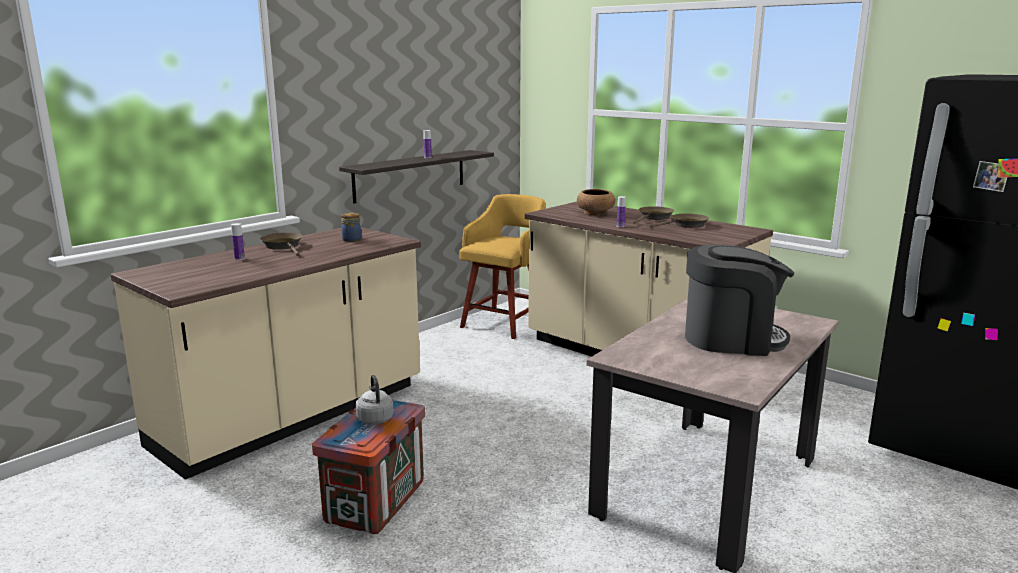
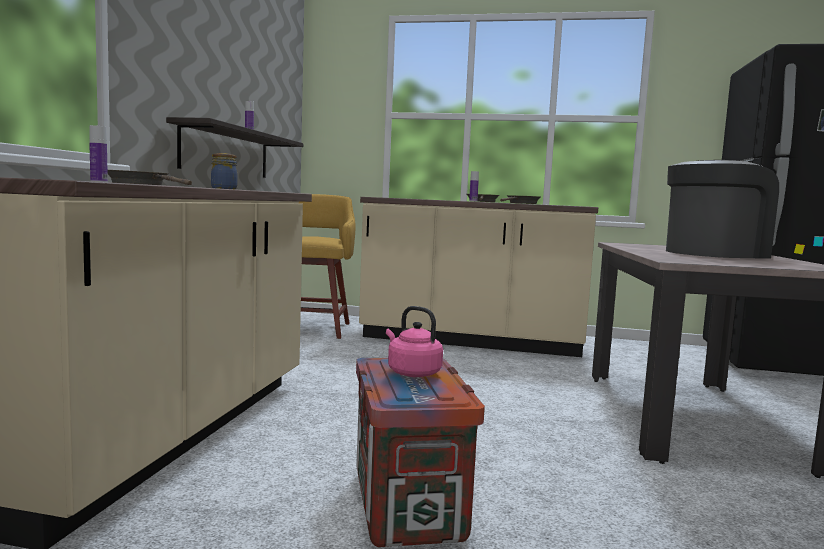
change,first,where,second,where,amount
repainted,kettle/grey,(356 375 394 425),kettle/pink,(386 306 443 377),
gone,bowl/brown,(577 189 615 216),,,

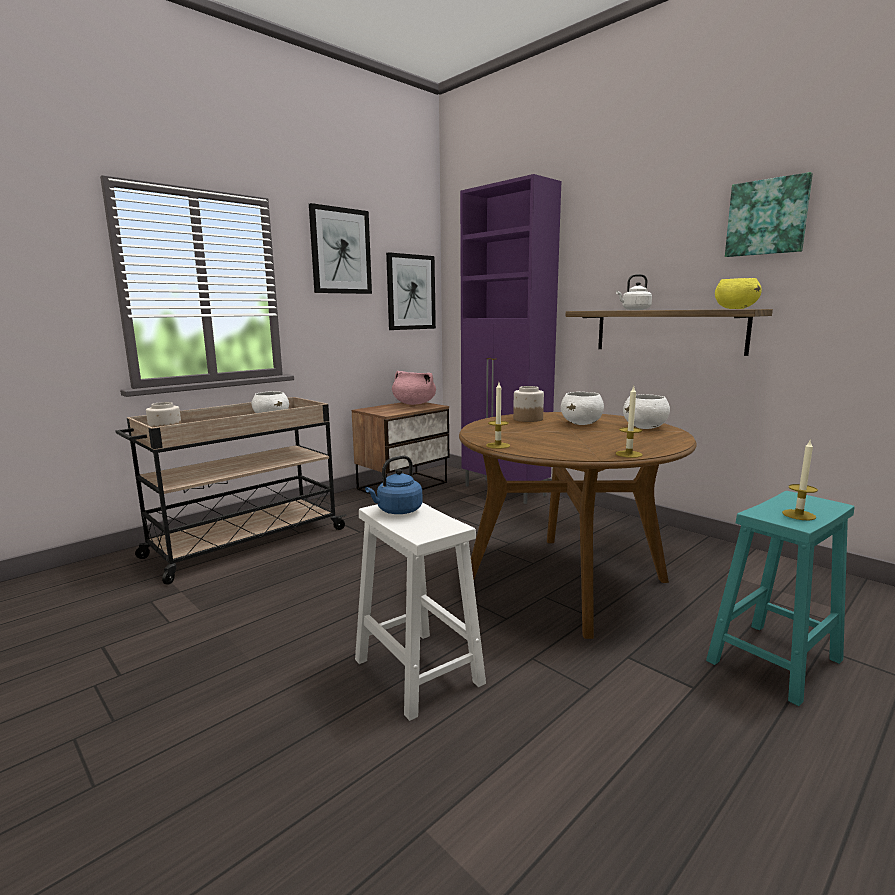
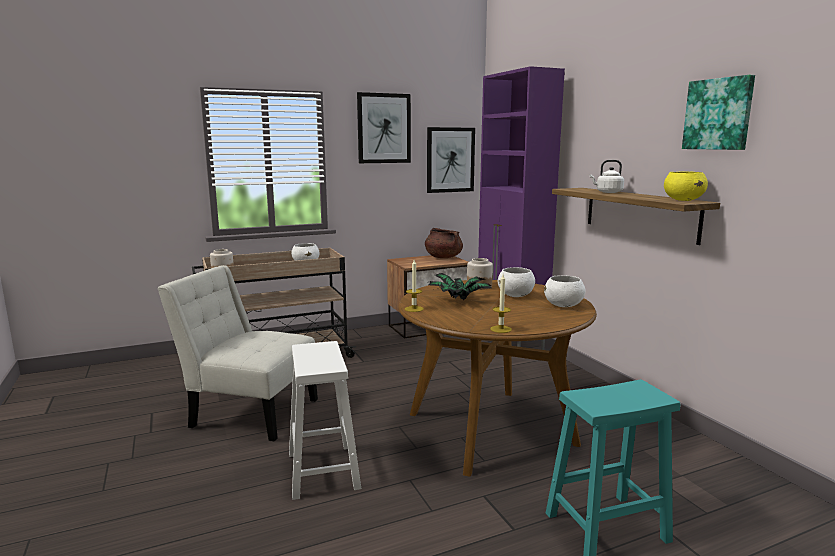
change,first,where,second,where,amount
new,,,chair/white,(157 265 318 441),
repainted,cooking pot/pink,(392 371 436 405),cooking pot/brown,(425 228 463 258),
new,,,potted plant,(429 273 492 300),
gone,kettle/blue,(365 455 423 514),,,
gone,candle,(782 440 818 520),,,

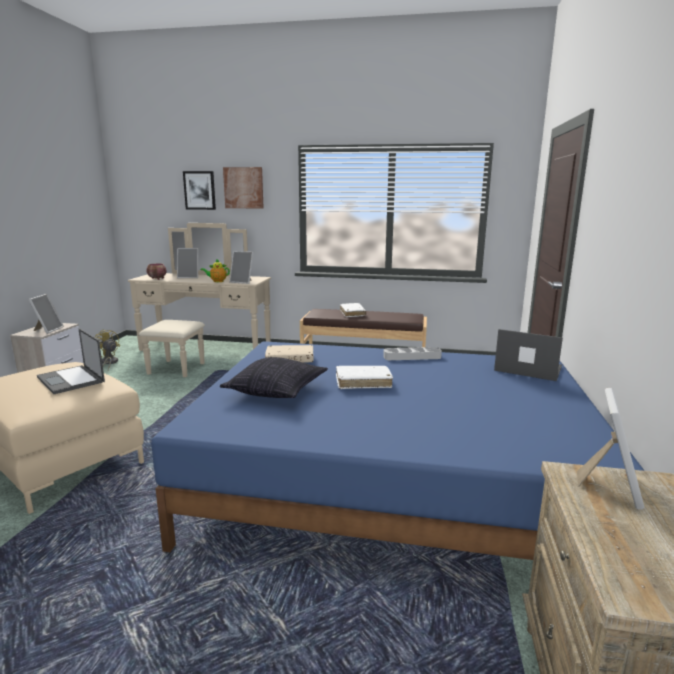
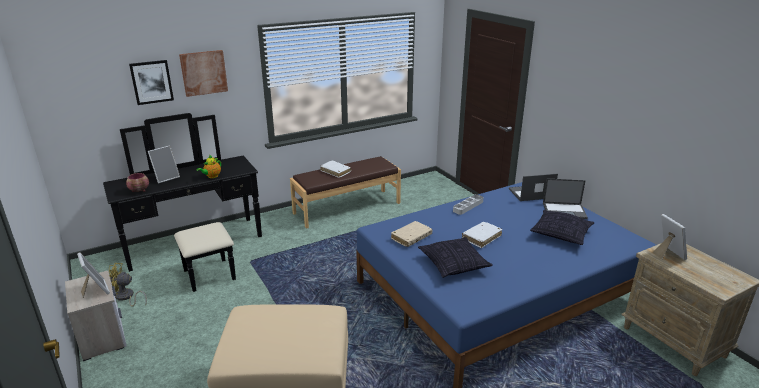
change,first,where,second,where,amount
repainted,dresser/beige,(128 223 271 377),dresser/black,(103 113 262 292),
new,,,pillow,(530 210 594 245),
shifted,laptop,(37 328 105 394),,(543 179 588 219),
gone,picture frame,(229 251 253 284),,,

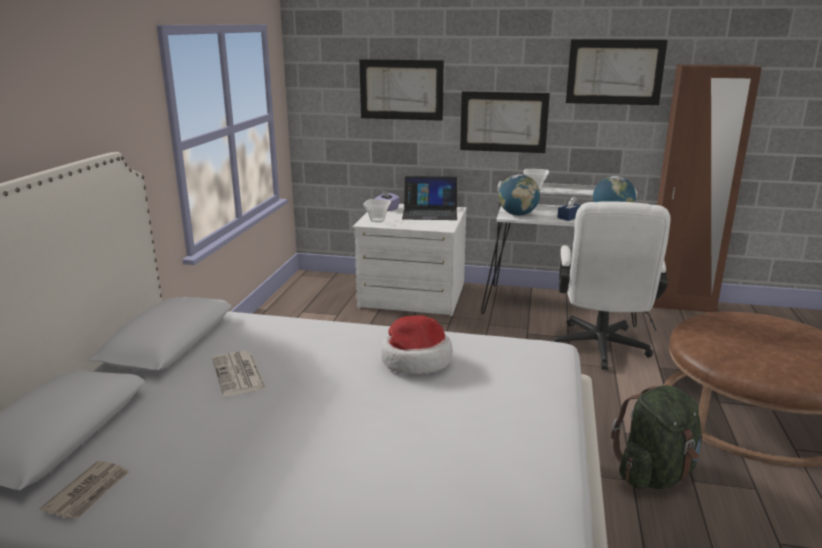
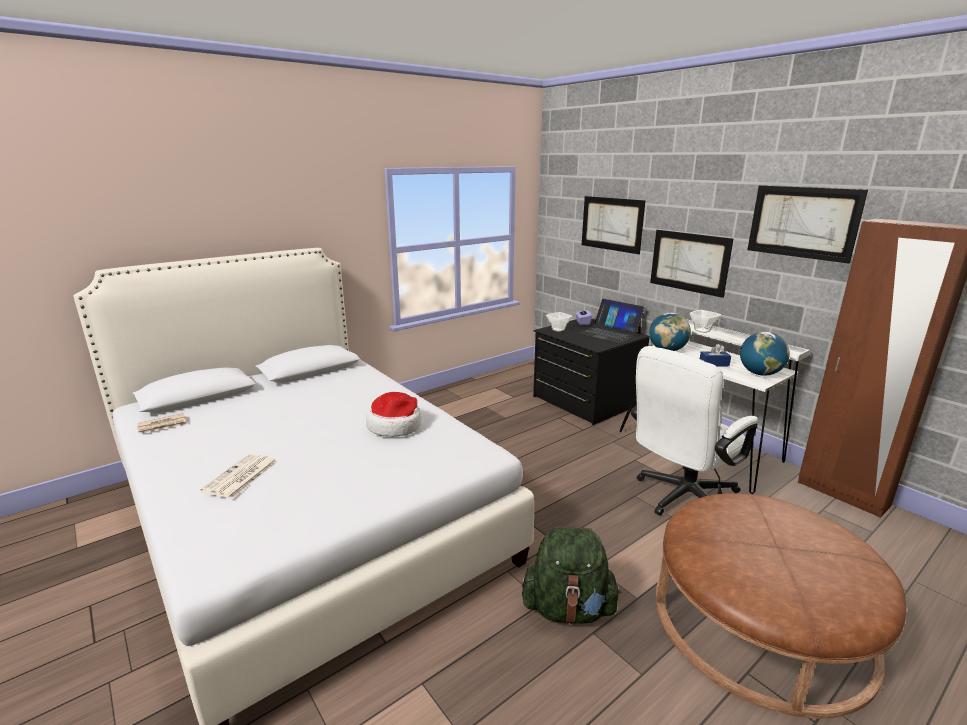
change,first,where,second,where,amount
shifted,newspaper,(212 351 267 396),,(200 454 277 499),
repainted,dresser/white,(353 204 467 316),dresser/black,(533 319 650 425),

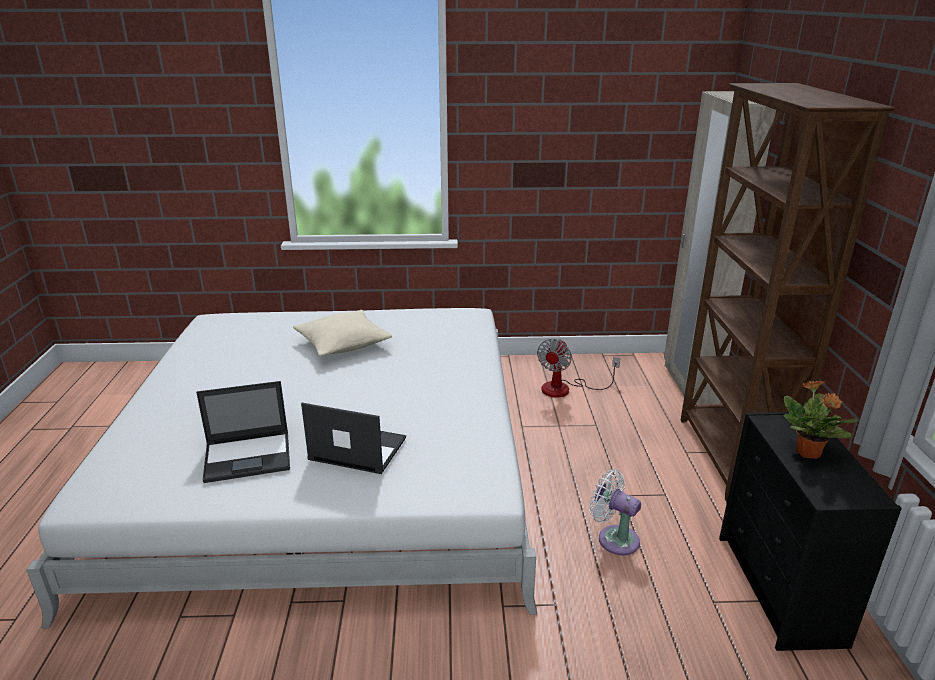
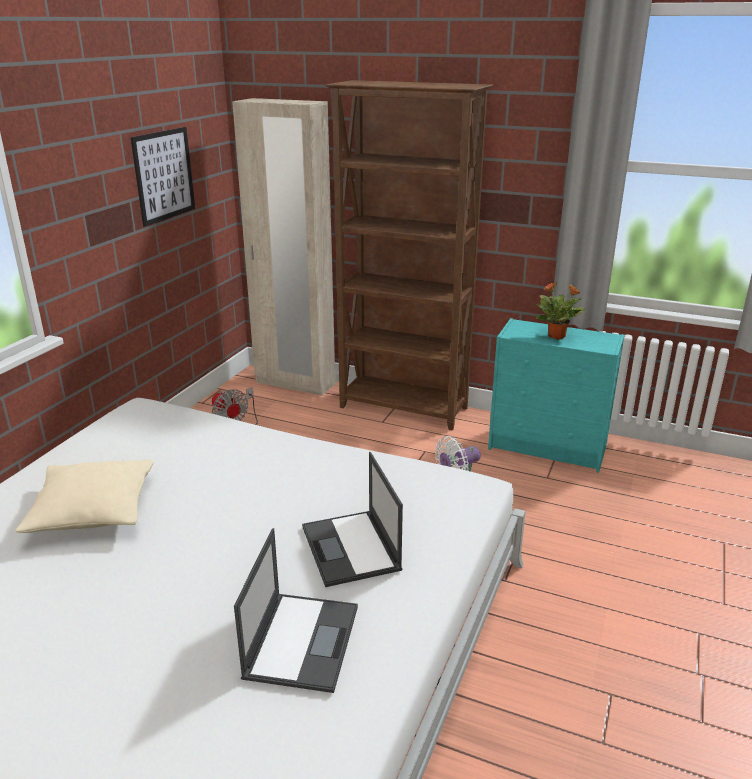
change,first,where,second,where,amount
new,,,picture,(131 127 195 227),
rotated,laptop,(301 403 406 474),,(302 452 403 587),60 degrees counterclockwise
repainted,dresser/black,(719 412 902 651),dresser/turquoise,(488 318 624 473),

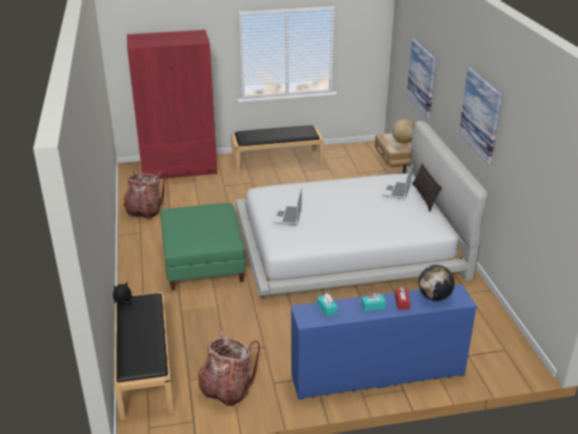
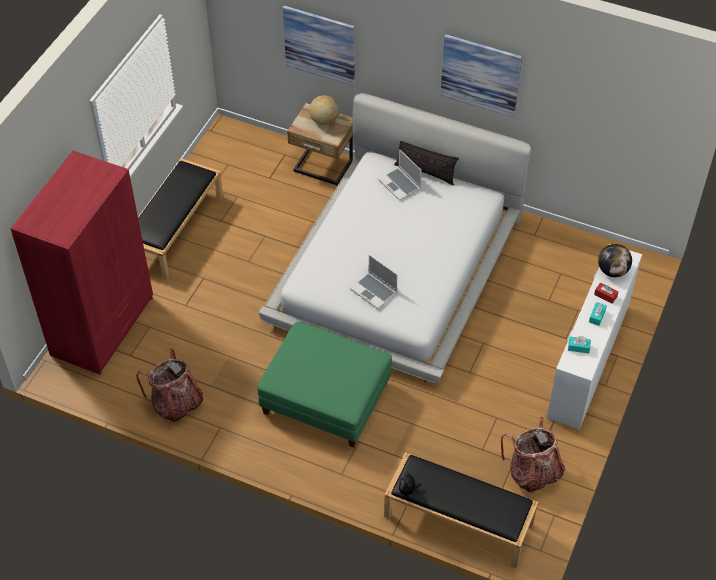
change,first,where,second,where,amount
repainted,dresser/blue,(291 284 477 400),dresser/white,(546 244 642 430),

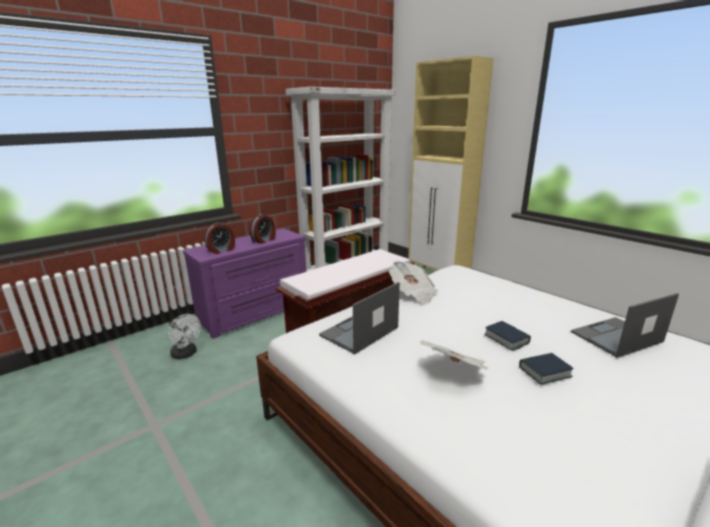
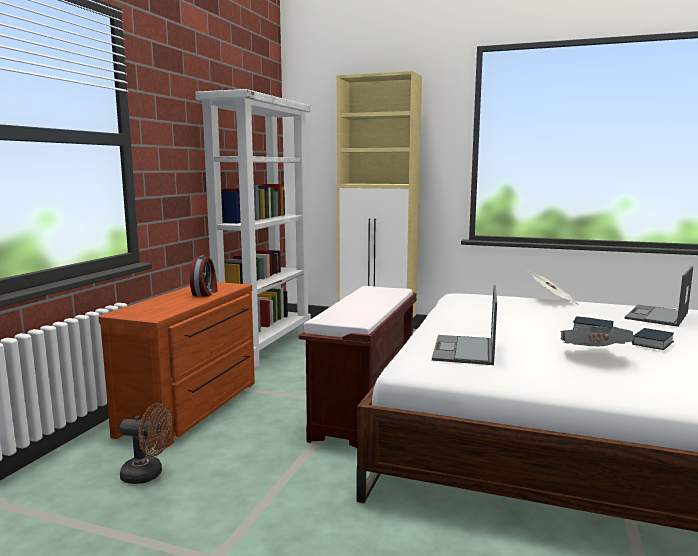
change,first,where,second,where,amount
repainted,dresser/purple,(183 228 306 339),dresser/brown,(99 282 255 449),
repainted,fan/white,(168 314 201 359),fan/brown,(120 403 173 484),
shifted,newspaper,(389 261 438 304),,(527 271 580 305),
gone,alarm clock,(204 222 235 254),,,

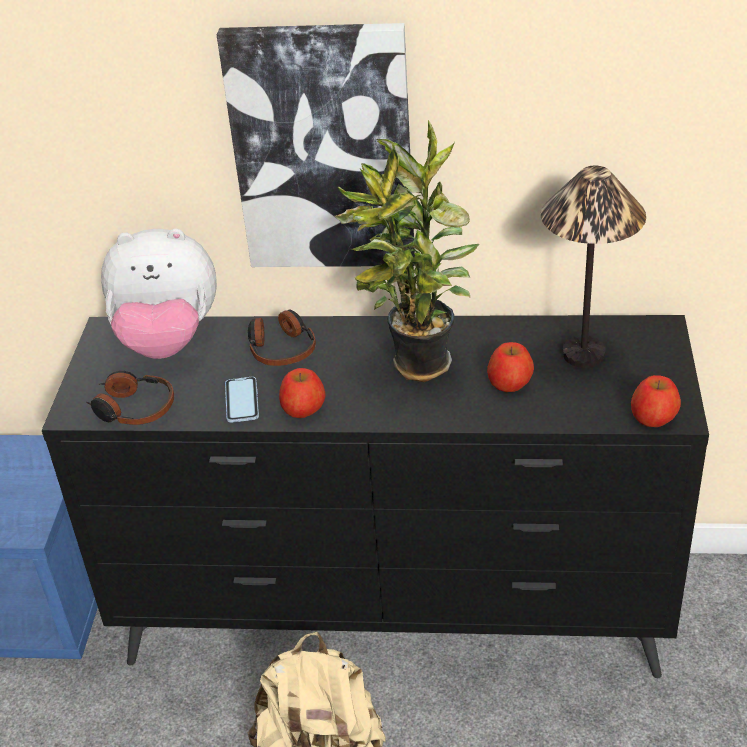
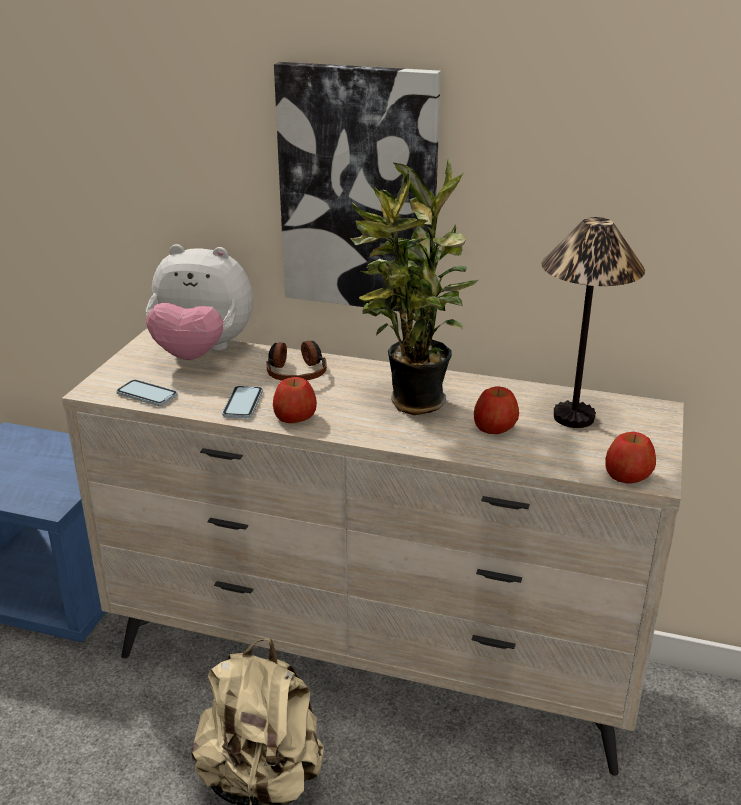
change,first,where,second,where,amount
repainted,dresser/black,(42 315 709 679),dresser/beige,(62 329 684 776),
swapped,headphones,(86 371 174 425),phone,(116 380 178 406),

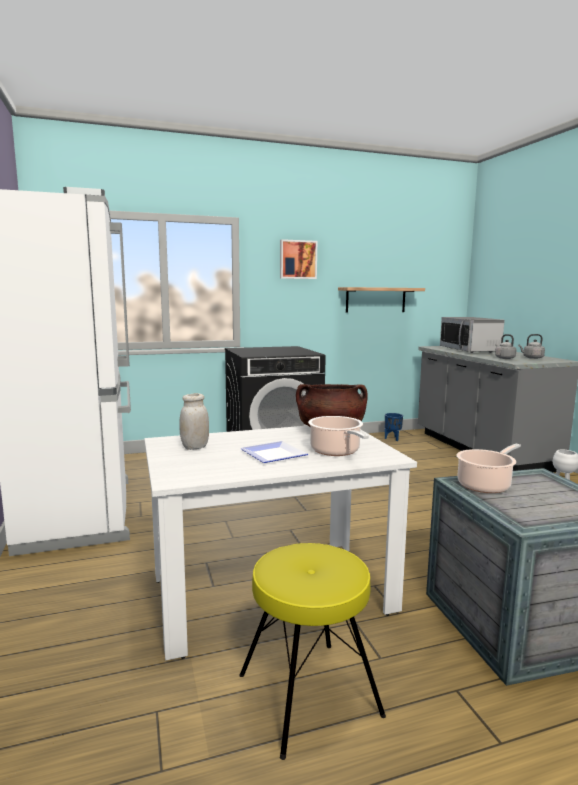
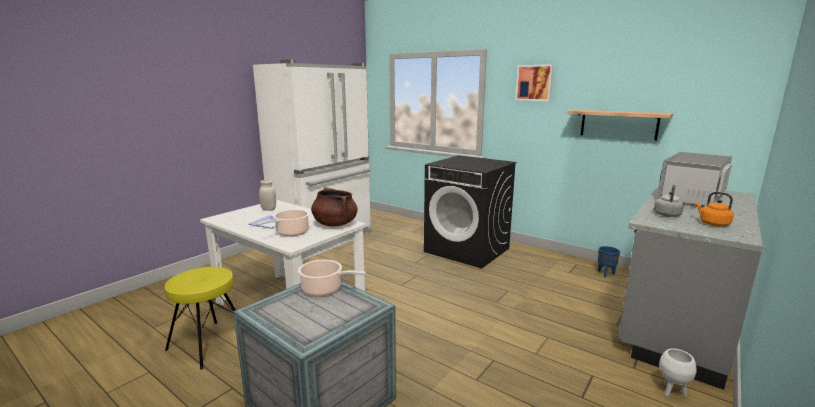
change,first,where,second,where,amount
repainted,kettle/grey,(518 334 545 359),kettle/orange,(695 192 734 226),

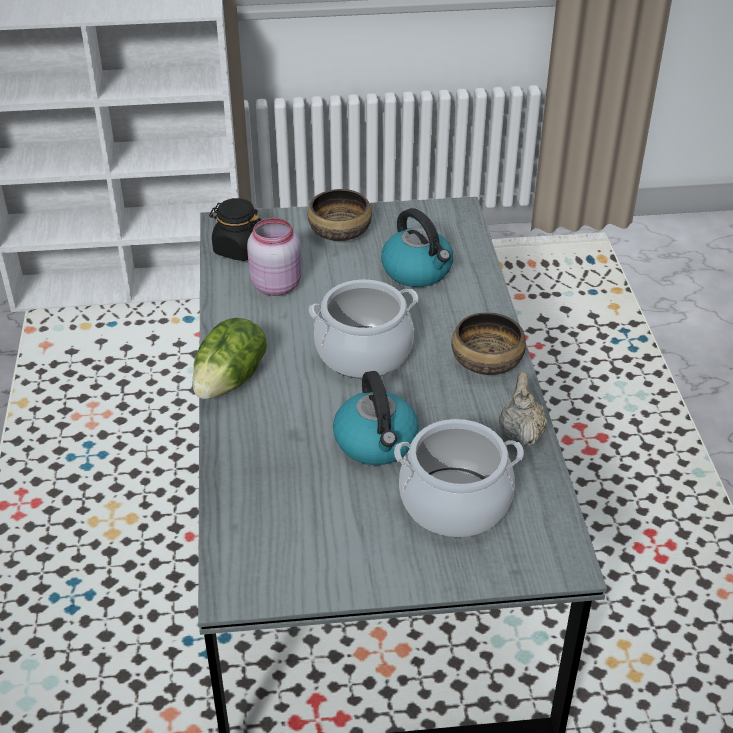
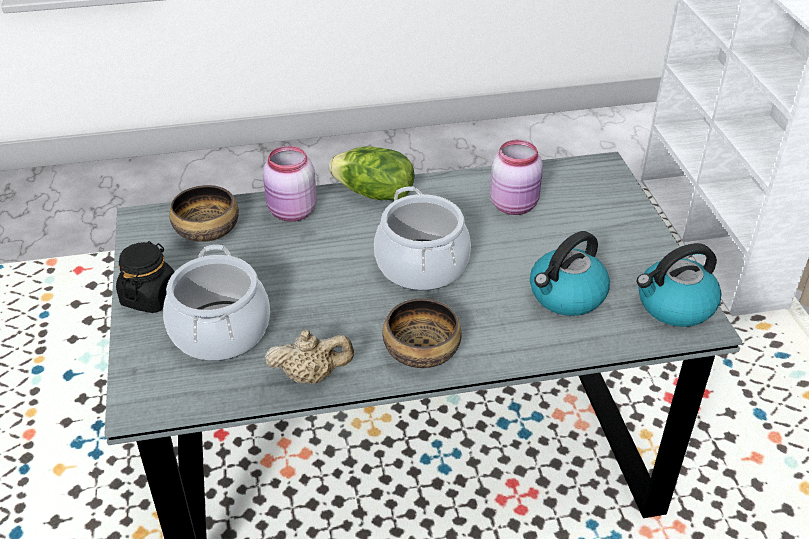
change,first,where,second,where,amount
shifted,jar/black,(209 198 261 261),,(116 241 174 313),
shifted,bowl,(308 189 372 241),,(169 185 239 242),
new,,,jar/pink,(263 146 317 222),
shifted,kettle,(333 371 419 465),,(637 243 721 327),

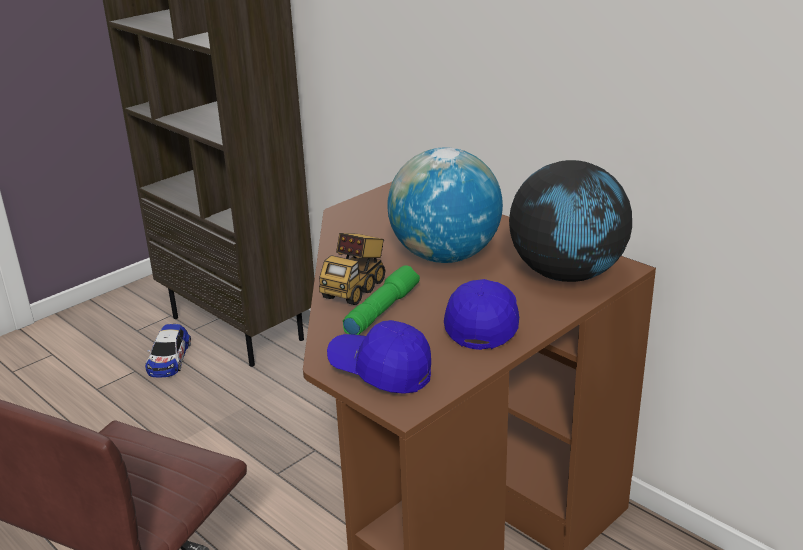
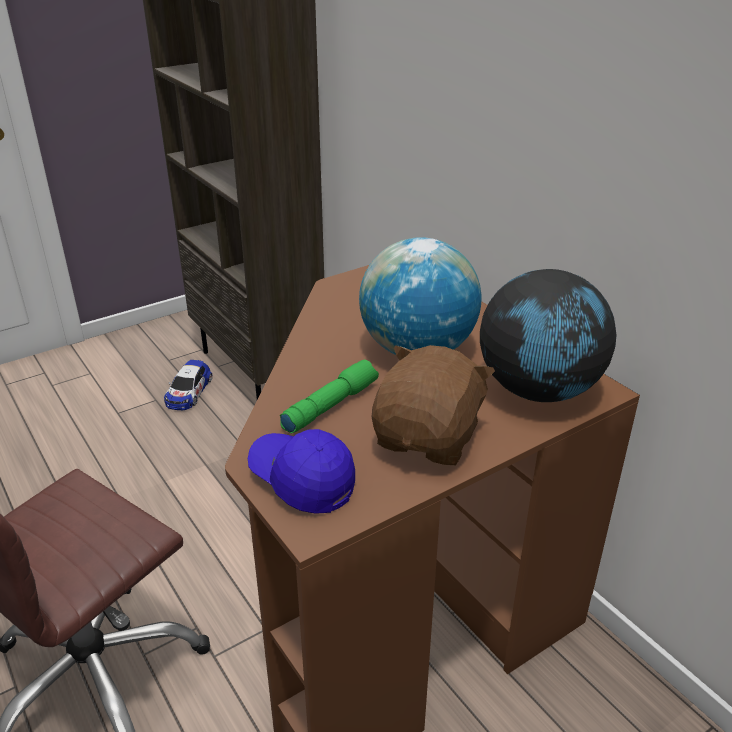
change,first,where,second,where,amount
swapped,cap/blue,(444 279 519 350),plush toy/brown,(372 345 495 465),
gone,toy truck,(319 233 386 305),,,

